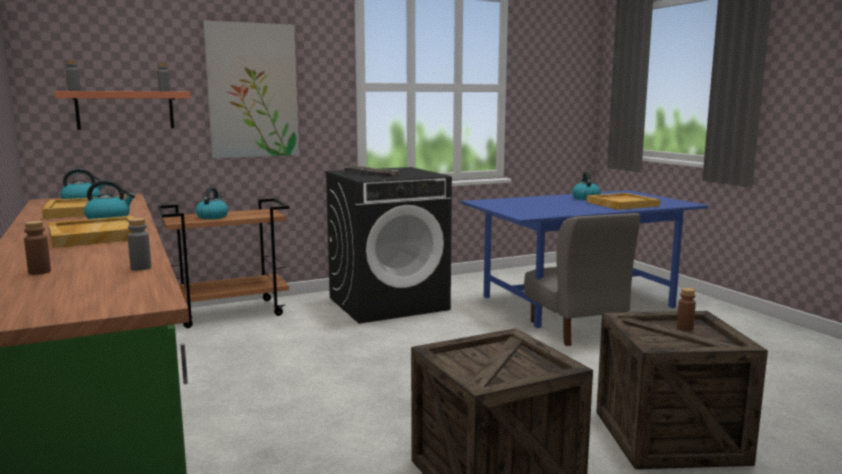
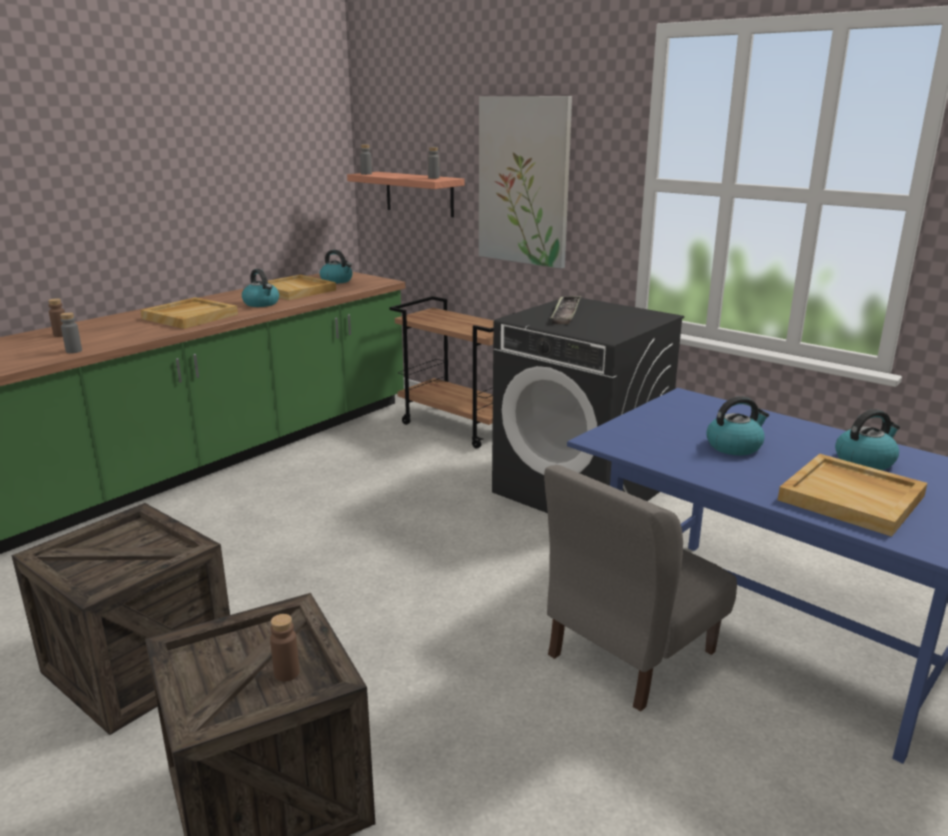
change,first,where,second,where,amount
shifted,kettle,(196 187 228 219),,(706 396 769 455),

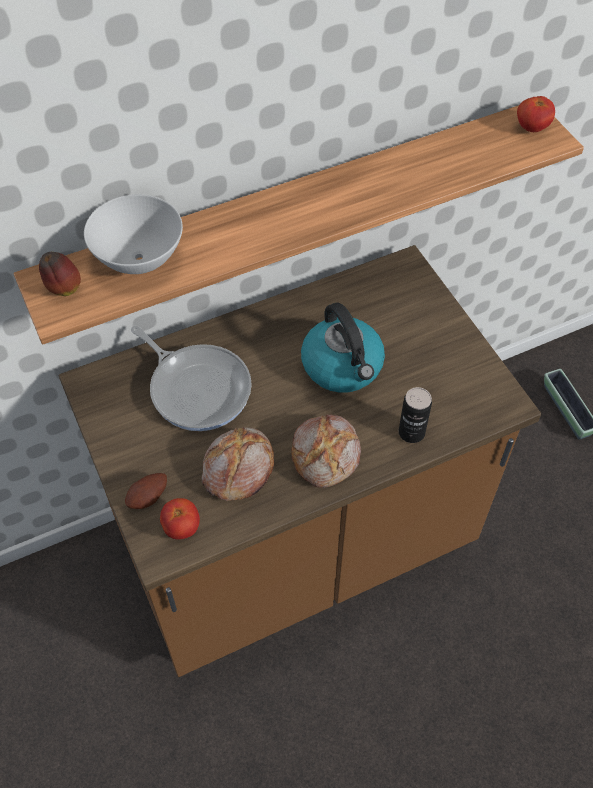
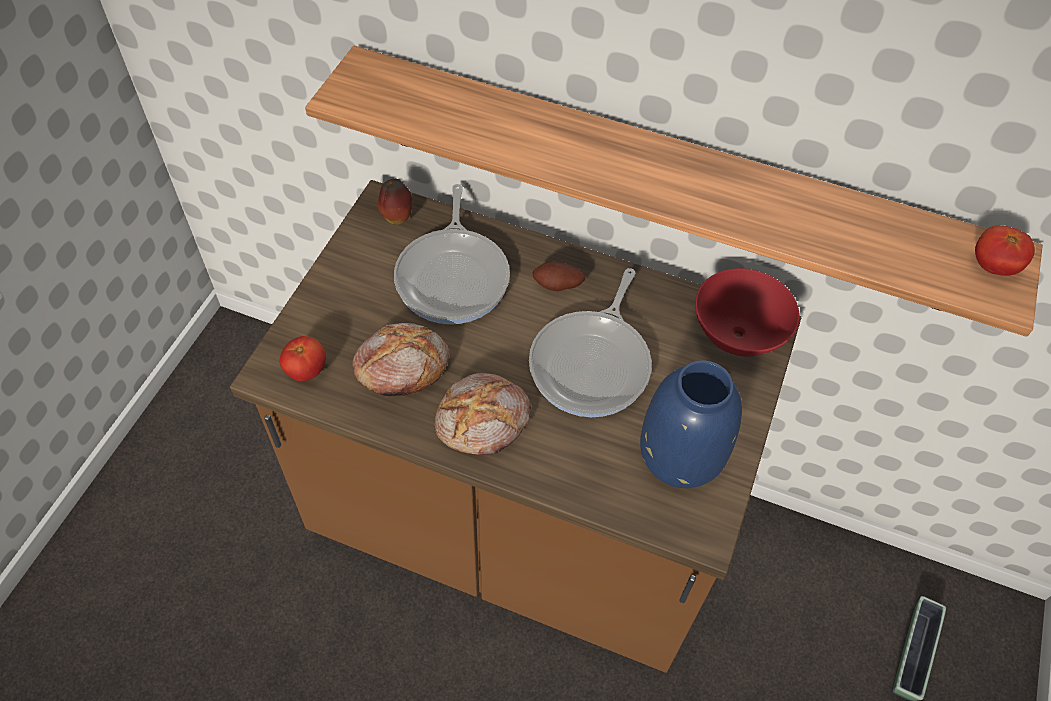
change,first,where,second,where,amount
shifted,apple,(39 252 81 296),,(378 179 412 225),
swapped,kettle,(301 302 385 393),frying pan,(529 268 652 417),
shifted,potato,(125 473 167 509),,(533 261 586 291),
new,,,vase/blue,(640 360 742 488),
new,,,bowl/red,(695 268 800 356),
gone,bowl/white,(84 194 183 274),,,
gone,can,(399 387 432 443),,,

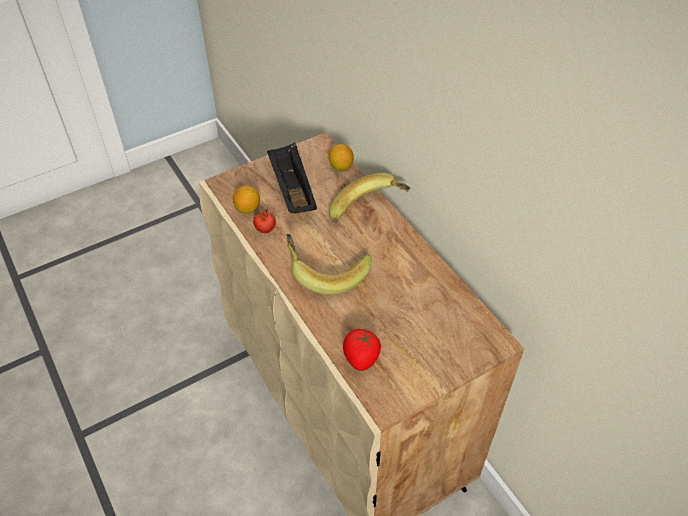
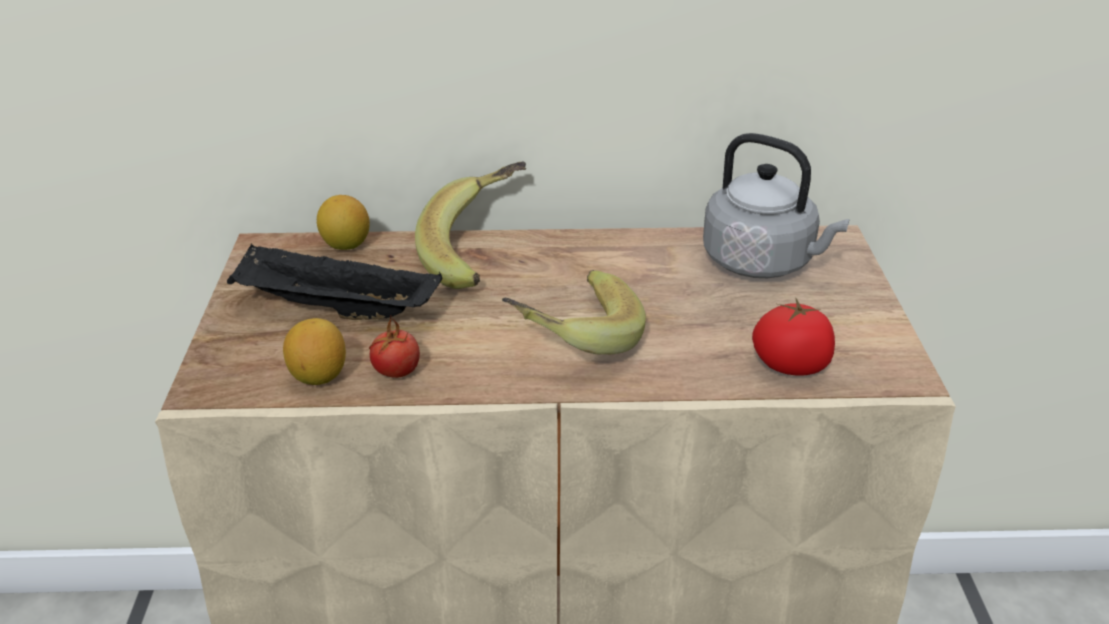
change,first,where,second,where,amount
new,,,kettle/grey,(703 133 850 278),

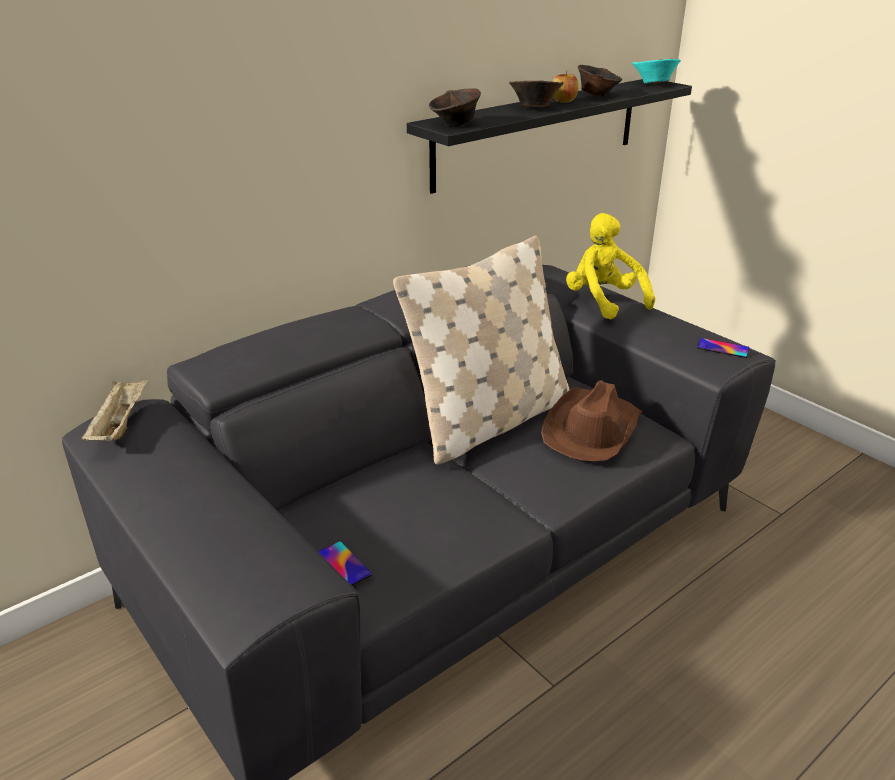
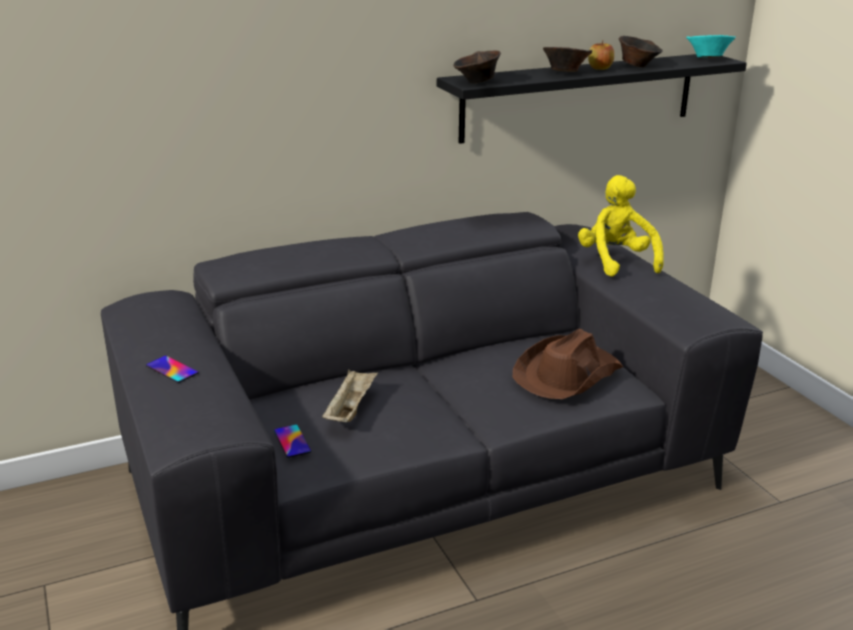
change,first,where,second,where,amount
shifted,phone,(697 338 750 358),,(146 356 199 383),
shifted,tray/beige,(81 380 148 441),,(322 370 378 422),
gone,pillow/beige,(393 236 570 464),,,

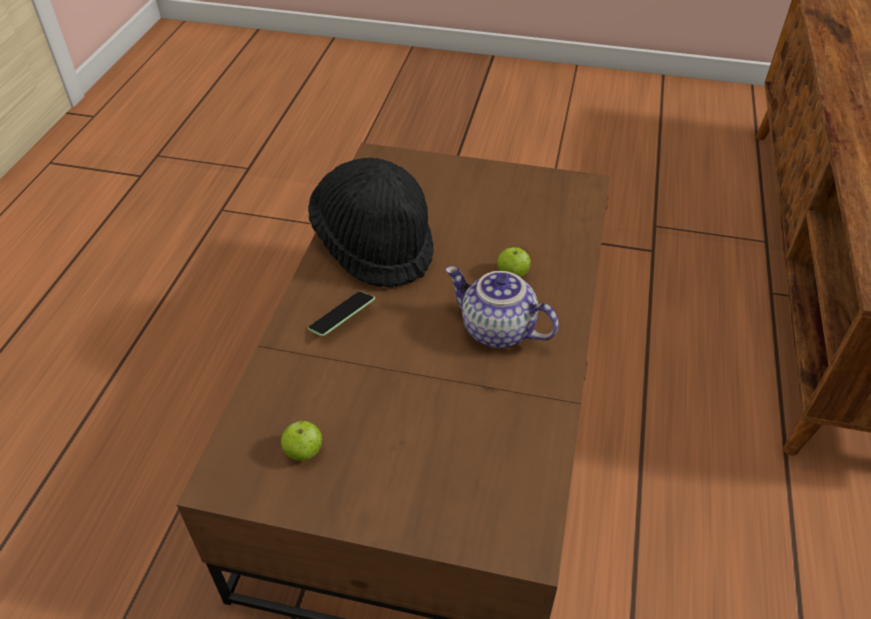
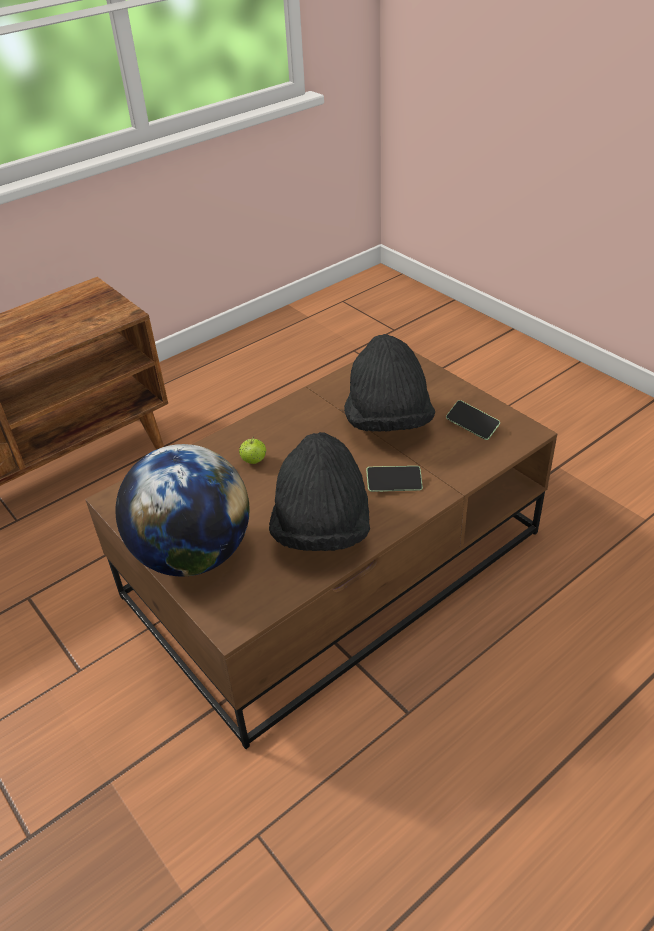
change,first,where,second,where,amount
new,,,globe,(115 444 250 577),
new,,,hat/black,(344 334 435 432),
swapped,apple,(281 421 322 461),phone,(446 400 500 440),
gone,teapot,(445 266 559 348),,,

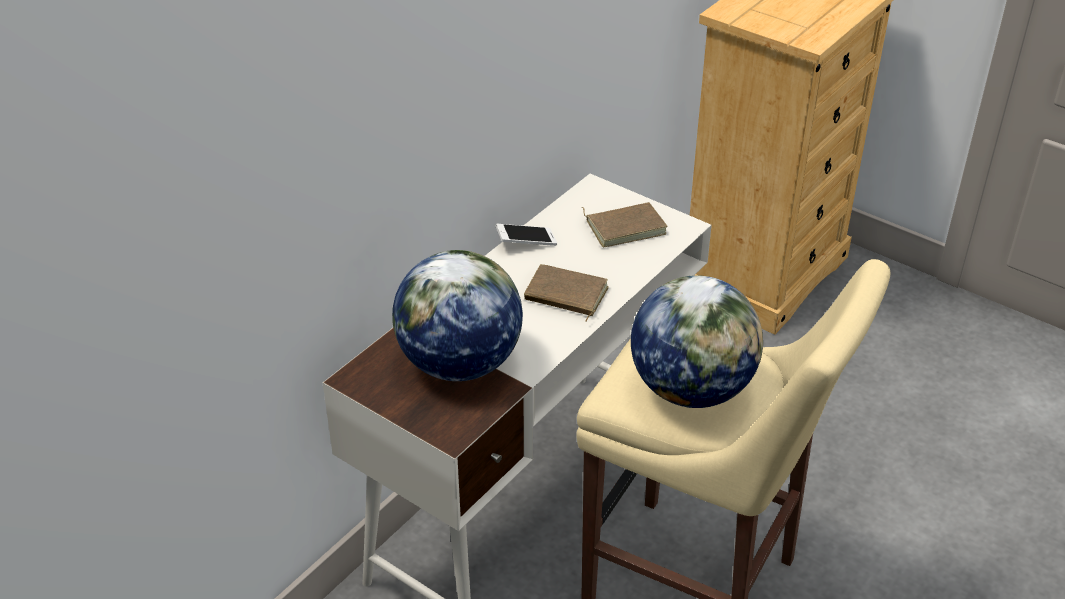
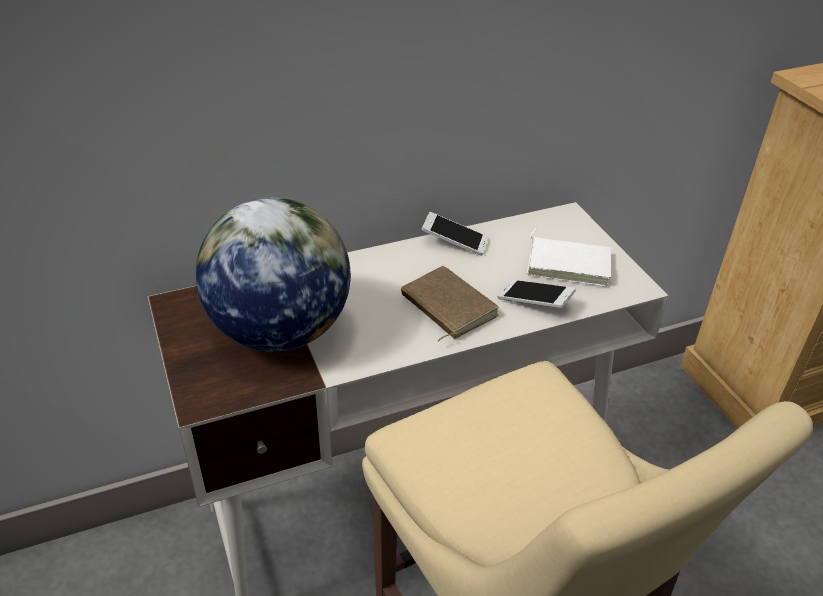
change,first,where,second,where,amount
new,,,phone,(497 279 576 308),
repainted,book/brown,(582 202 668 247),book/white,(527 228 611 286),
gone,globe,(631 275 763 408),,,

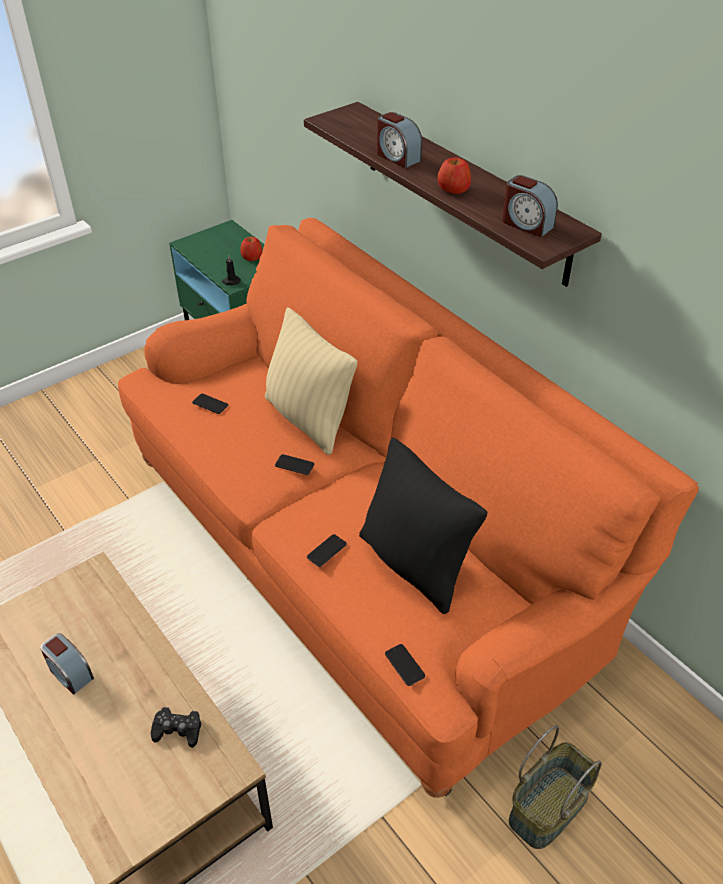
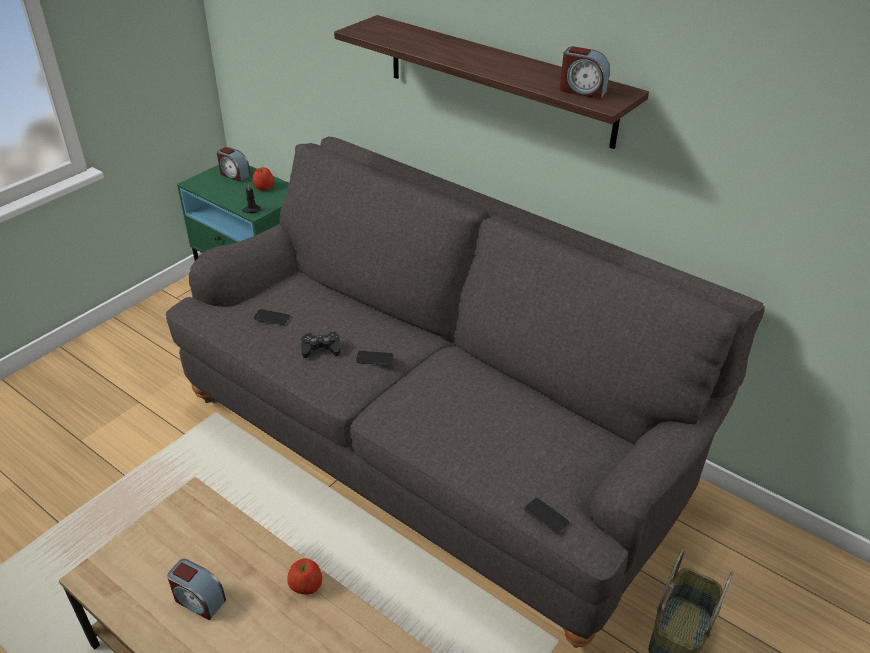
change,first,where,second,where,amount
repainted,sofa/orange,(118 218 699 798),sofa/grey,(166 136 765 648),
shifted,alarm clock,(377 112 422 168),,(217 147 250 182),
shifted,apple,(438 157 471 194),,(287 558 322 595),
shifted,game controller/black,(151 707 201 748),,(301 331 340 358),
gone,pillow/beige,(265 307 357 455),,,
gone,phone,(307 534 347 567),,,
gone,pillow/black,(359 437 488 614),,,

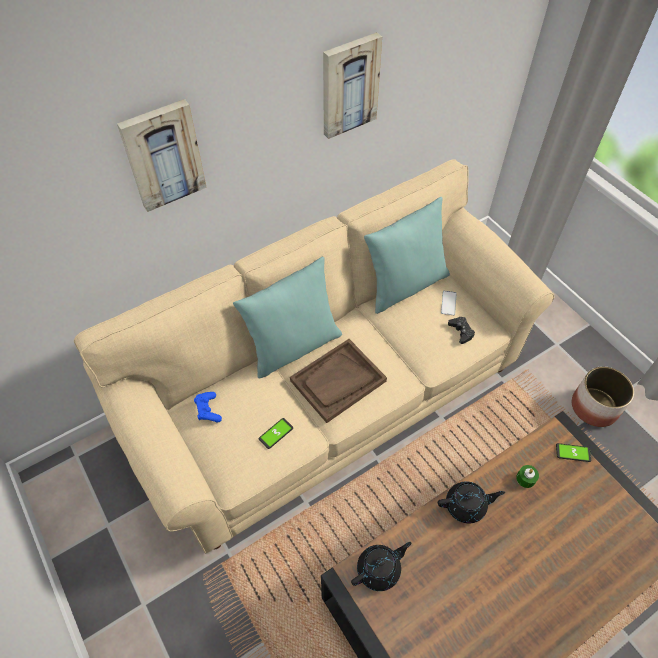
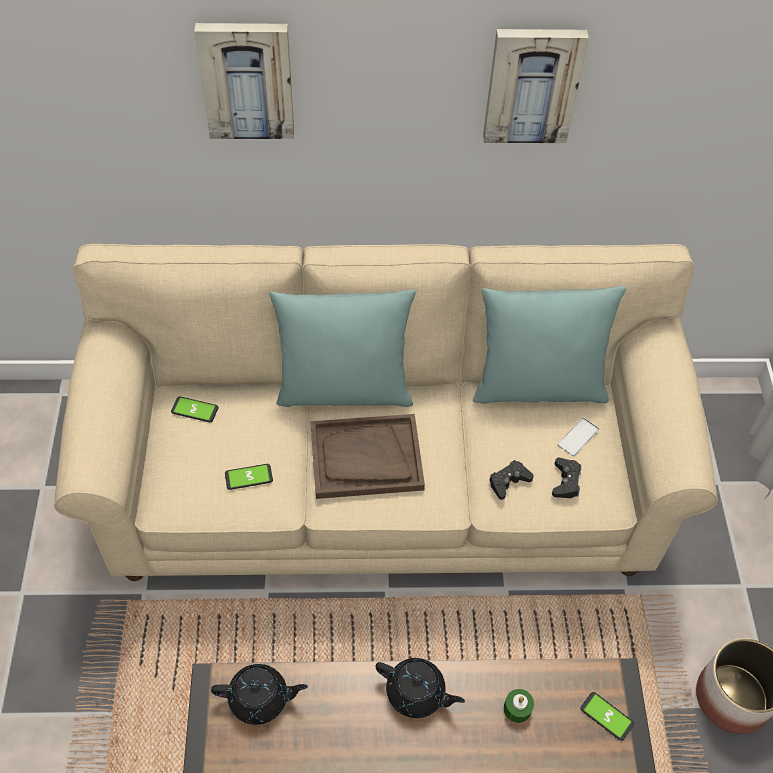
change,first,where,second,where,amount
swapped,game controller/blue,(194 392 222 422),phone,(171 396 218 422),
new,,,game controller/black,(489 460 534 500),

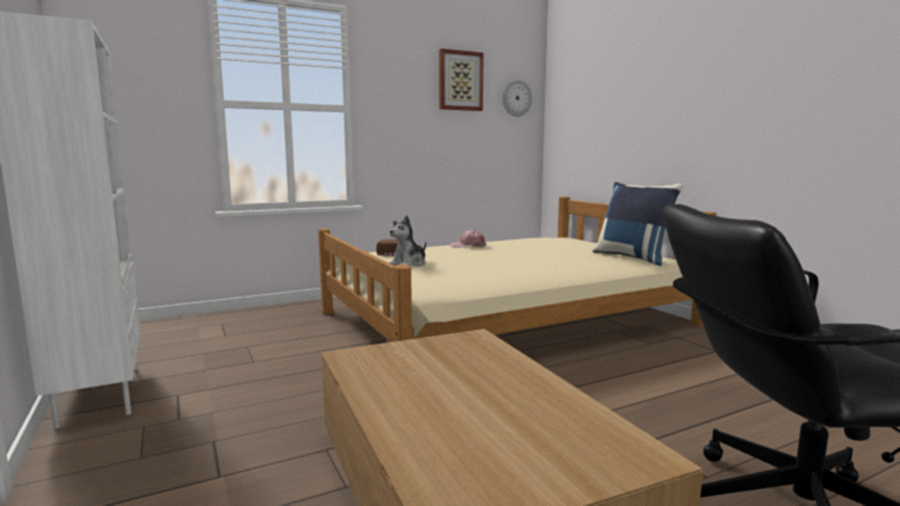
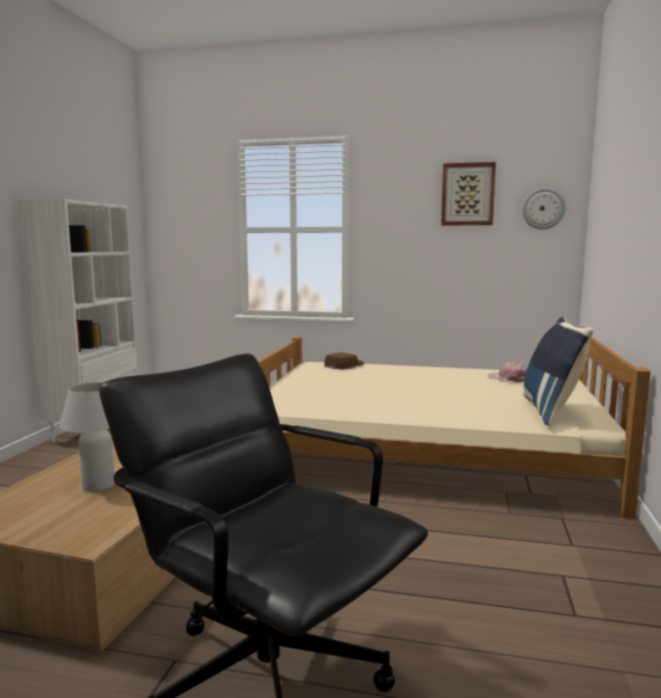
change,first,where,second,where,amount
new,,,table lamp/white,(60 382 114 492),
shifted,cap/pink,(450 230 486 248),,(488 362 526 382),
gone,plush toy,(390 215 426 267),,,

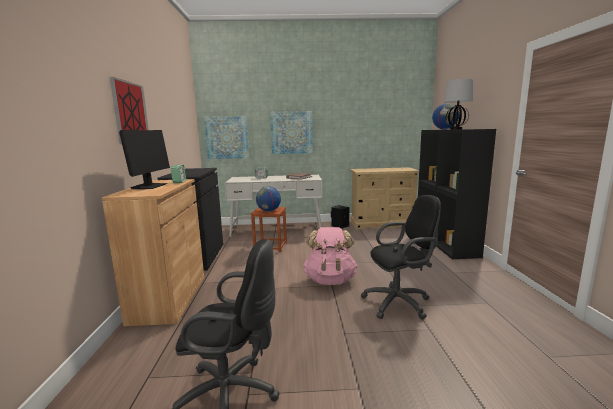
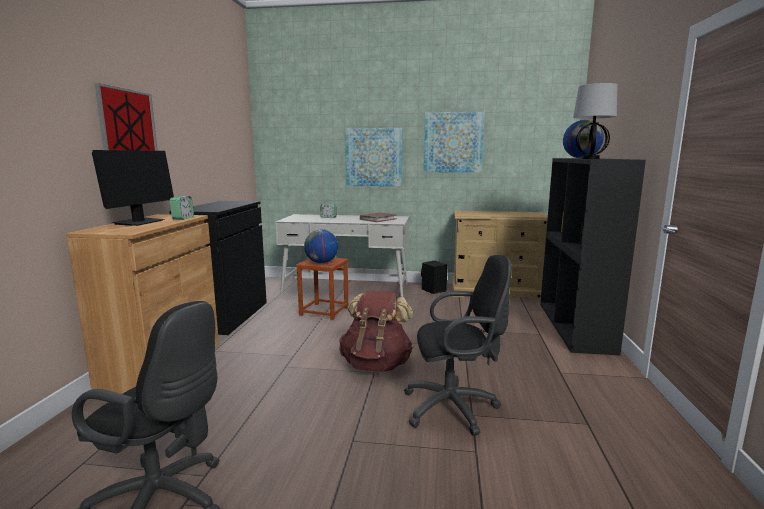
change,first,where,second,where,amount
repainted,backpack/pink,(303 227 358 285),backpack/brown,(339 290 413 372),
shifted,picture,(204 116 249 159),,(424 112 485 172),

